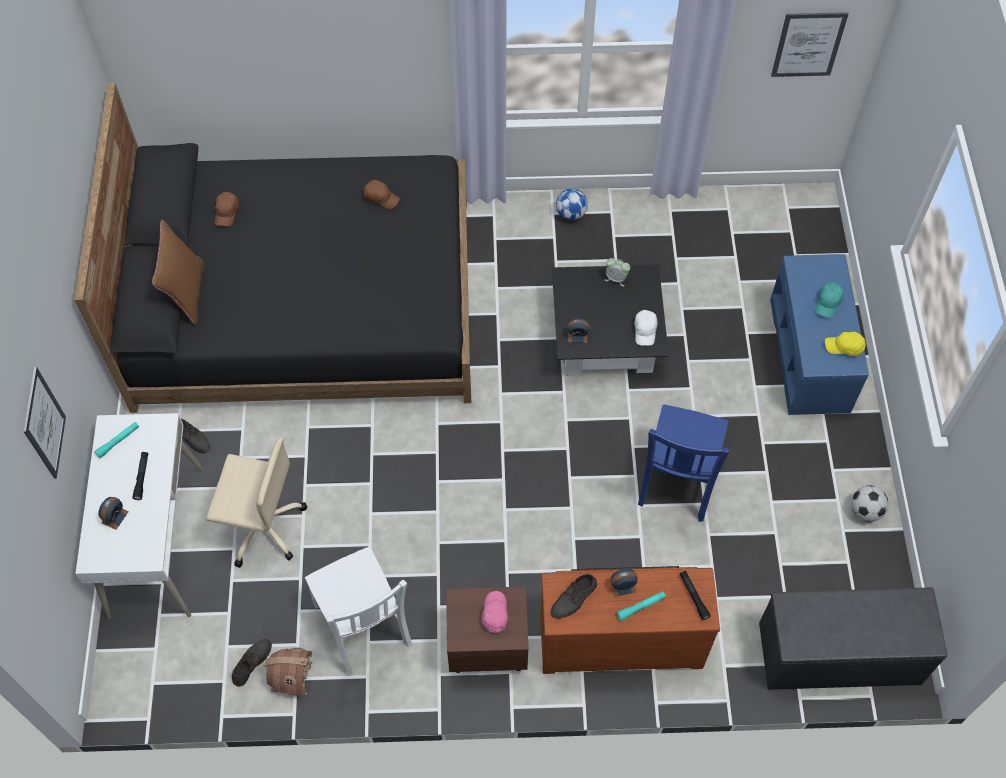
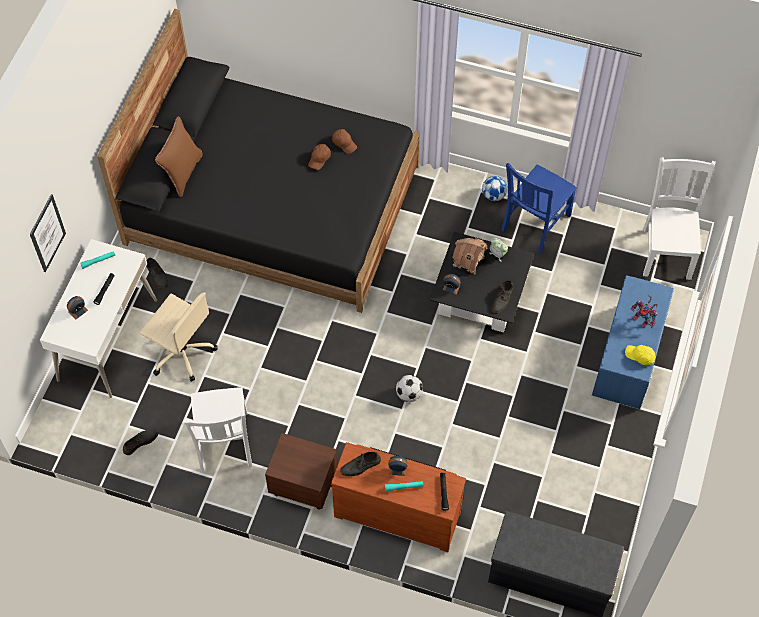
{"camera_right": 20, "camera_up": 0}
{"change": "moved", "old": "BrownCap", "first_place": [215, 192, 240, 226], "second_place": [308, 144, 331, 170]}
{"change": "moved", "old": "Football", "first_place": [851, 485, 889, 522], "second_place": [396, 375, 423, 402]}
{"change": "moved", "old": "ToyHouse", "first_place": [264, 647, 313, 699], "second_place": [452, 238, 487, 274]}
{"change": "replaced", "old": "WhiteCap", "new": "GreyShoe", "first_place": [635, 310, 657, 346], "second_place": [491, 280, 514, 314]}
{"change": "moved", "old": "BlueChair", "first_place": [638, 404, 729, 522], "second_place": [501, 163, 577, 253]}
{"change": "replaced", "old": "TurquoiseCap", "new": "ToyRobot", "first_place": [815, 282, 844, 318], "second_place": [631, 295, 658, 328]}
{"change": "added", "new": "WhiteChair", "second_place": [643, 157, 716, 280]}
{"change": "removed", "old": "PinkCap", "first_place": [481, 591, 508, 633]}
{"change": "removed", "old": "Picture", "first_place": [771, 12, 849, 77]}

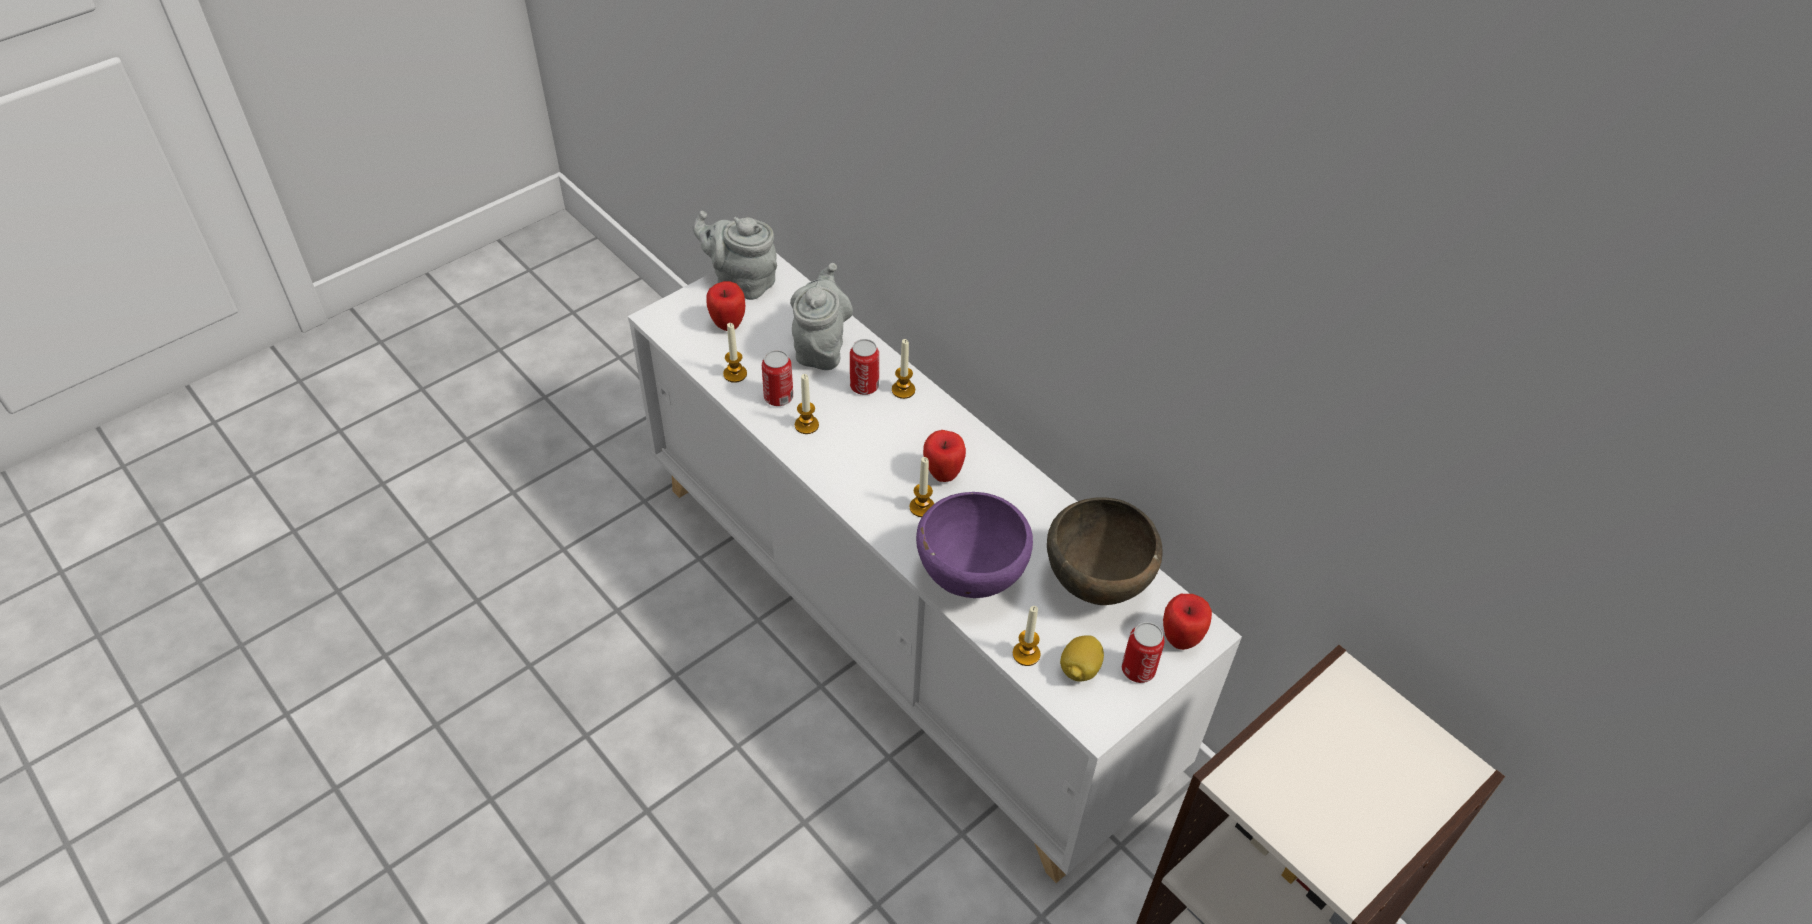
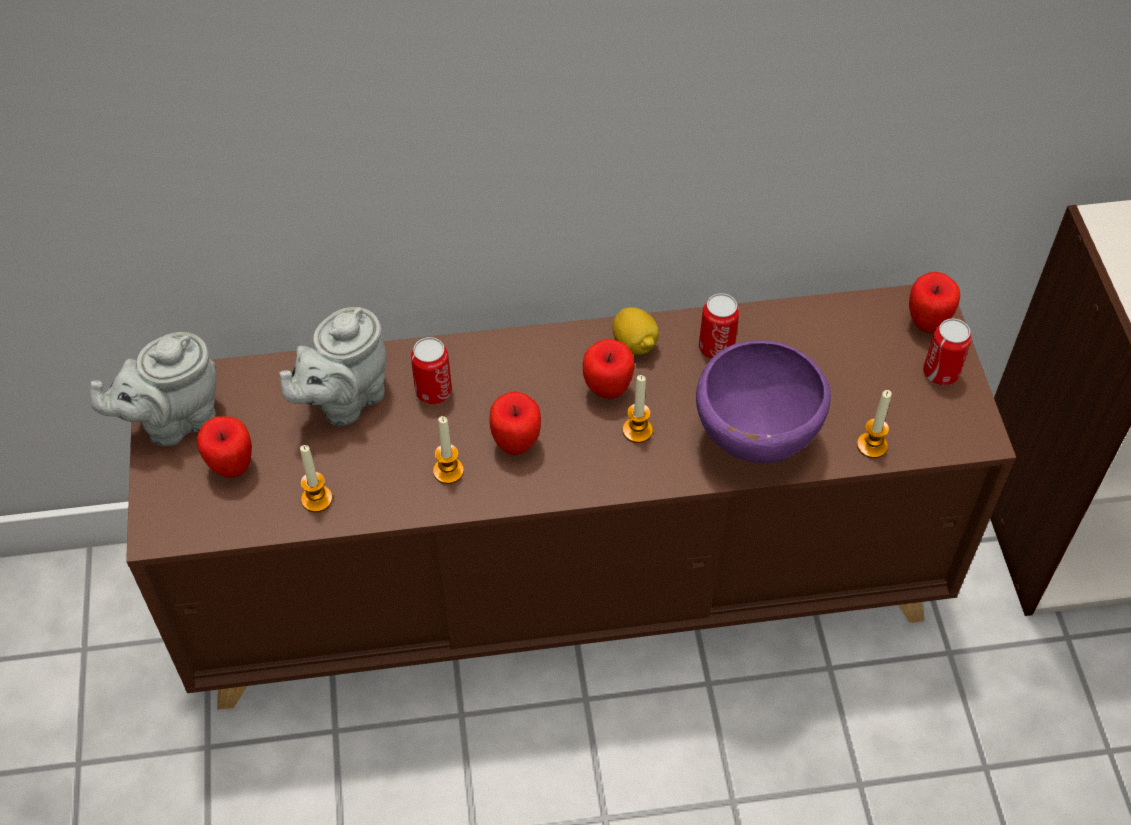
{"camera_right": -55, "camera_up": 5}
{"change": "recoloured", "old": "WhiteCabinet", "new": "BrownCabinet", "first_place": [628, 253, 1242, 883], "second_place": [126, 285, 1016, 710]}
{"change": "turned", "old": "GreyTeapot", "first_place": [790, 263, 853, 370], "second_place": [279, 307, 387, 426], "degrees": -90}
{"change": "added", "new": "Apple", "second_place": [490, 391, 541, 455]}
{"change": "moved", "old": "Lemon", "first_place": [1060, 635, 1104, 681], "second_place": [613, 307, 659, 355]}
{"change": "moved", "old": "Can", "first_place": [762, 350, 793, 406], "second_place": [699, 293, 740, 359]}
{"change": "removed", "old": "Candle", "first_place": [892, 339, 915, 399]}
{"change": "removed", "old": "BrownBowl", "first_place": [1047, 497, 1163, 605]}

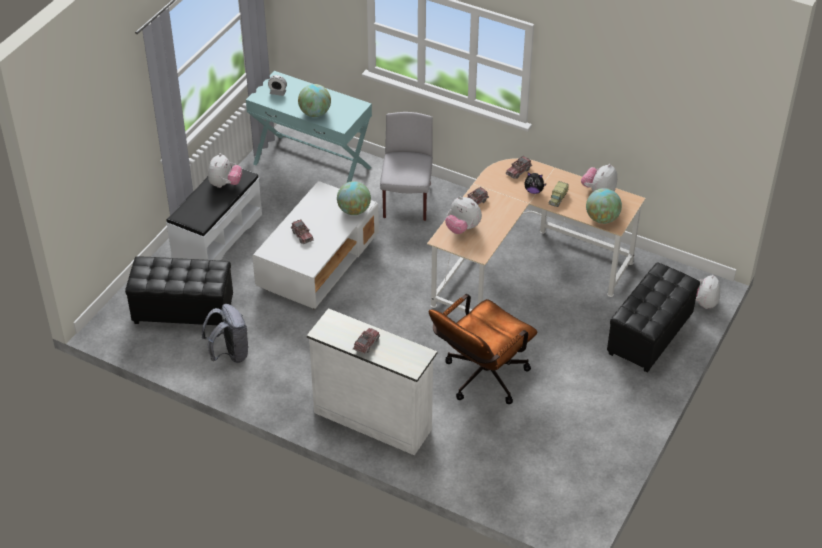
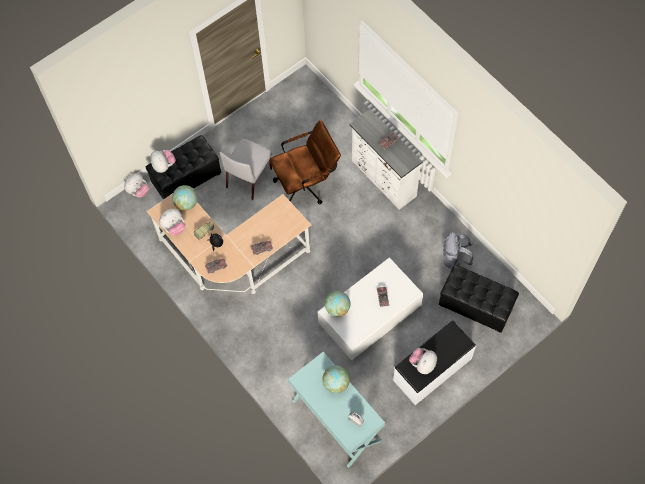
{"camera_right": -155, "camera_up": 20}
{"change": "moved", "old": "PlushToy", "first_place": [445, 196, 482, 234], "second_place": [150, 150, 176, 173]}
{"change": "moved", "old": "GreyChair", "first_place": [380, 112, 433, 221], "second_place": [219, 139, 272, 200]}

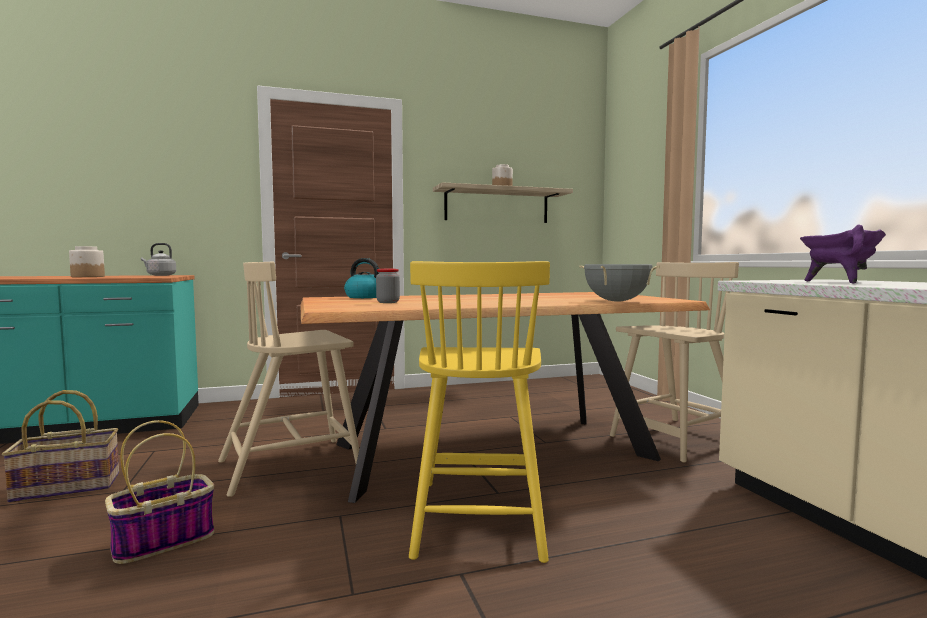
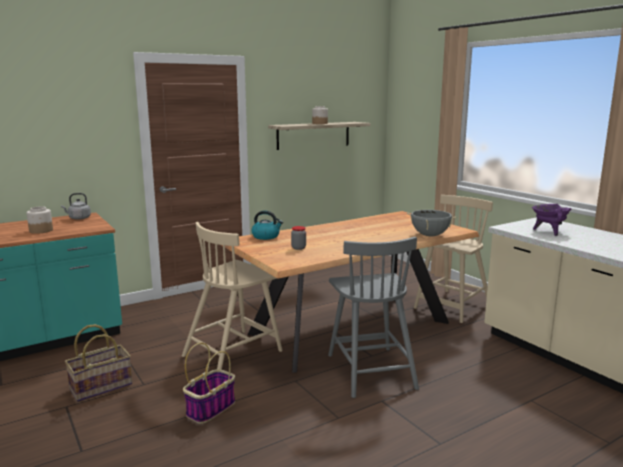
{"camera_right": -15, "camera_up": 10}
{"change": "recoloured", "old": "YellowChair", "new": "GreyChair", "first_place": [409, 261, 550, 563], "second_place": [328, 237, 419, 398]}

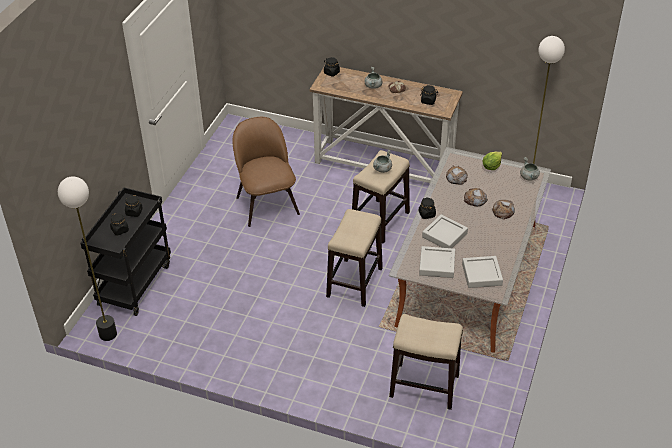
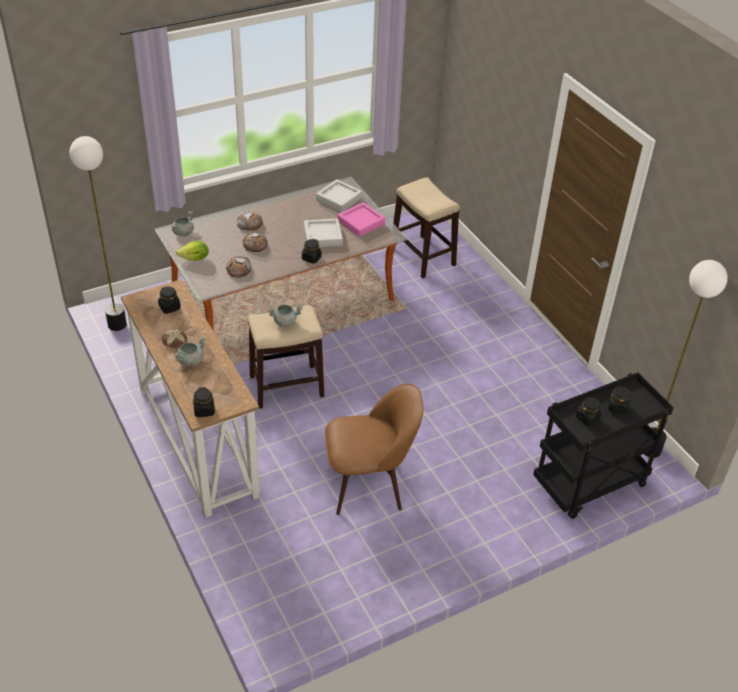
{"camera_right": -140, "camera_up": 0}
{"change": "turned", "old": "BrownChair", "first_place": [232, 117, 300, 227], "second_place": [325, 384, 423, 515], "degrees": -120}
{"change": "recoloured", "old": "GreyTray", "new": "PinkTray", "first_place": [419, 246, 455, 278], "second_place": [337, 202, 385, 237]}
{"change": "removed", "old": "Stool", "first_place": [326, 209, 383, 307]}

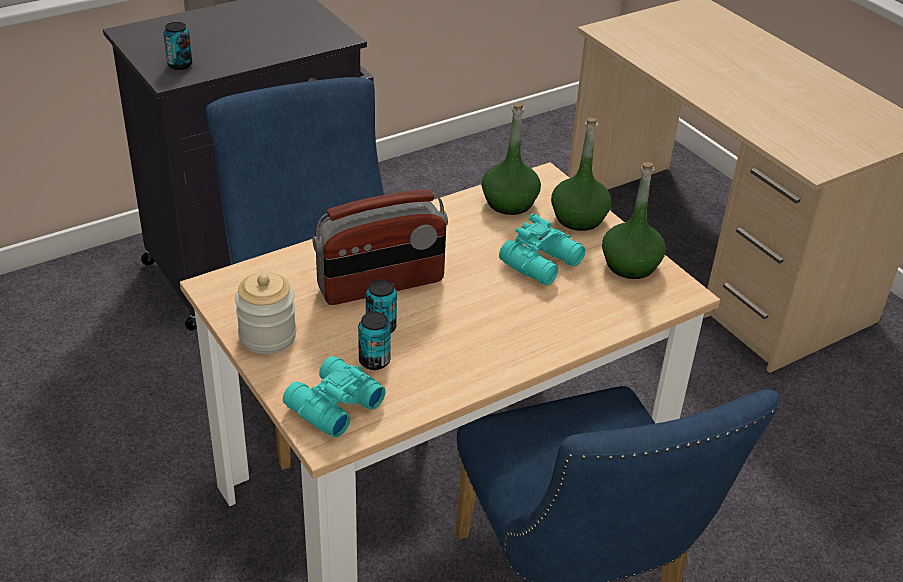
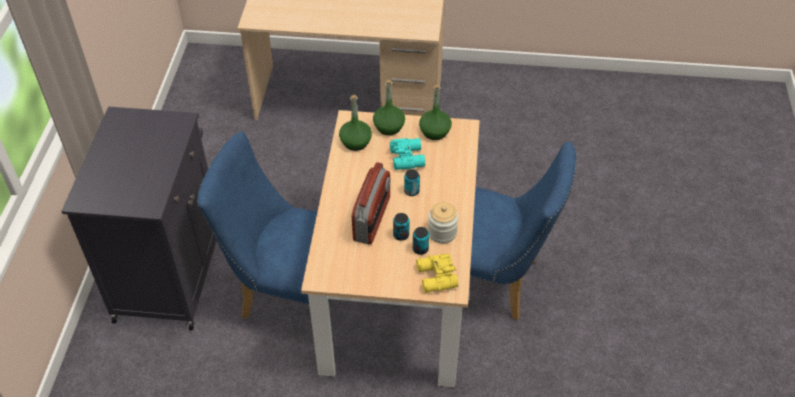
{"camera_right": -50, "camera_up": 10}
{"change": "moved", "old": "Can", "first_place": [163, 22, 192, 70], "second_place": [404, 169, 420, 196]}
{"change": "recoloured", "old": "TurquoiseBinoculars", "new": "YellowBinoculars", "first_place": [283, 356, 386, 437], "second_place": [416, 254, 458, 293]}
{"change": "moved", "old": "Jar", "first_place": [235, 272, 296, 354], "second_place": [428, 202, 459, 243]}

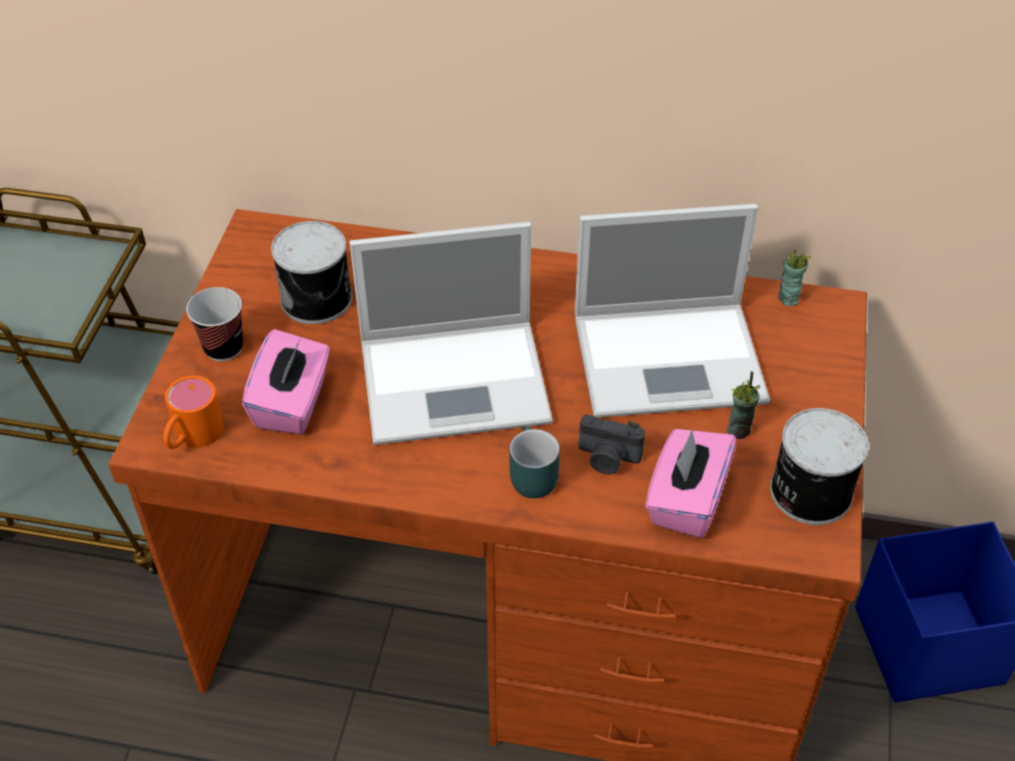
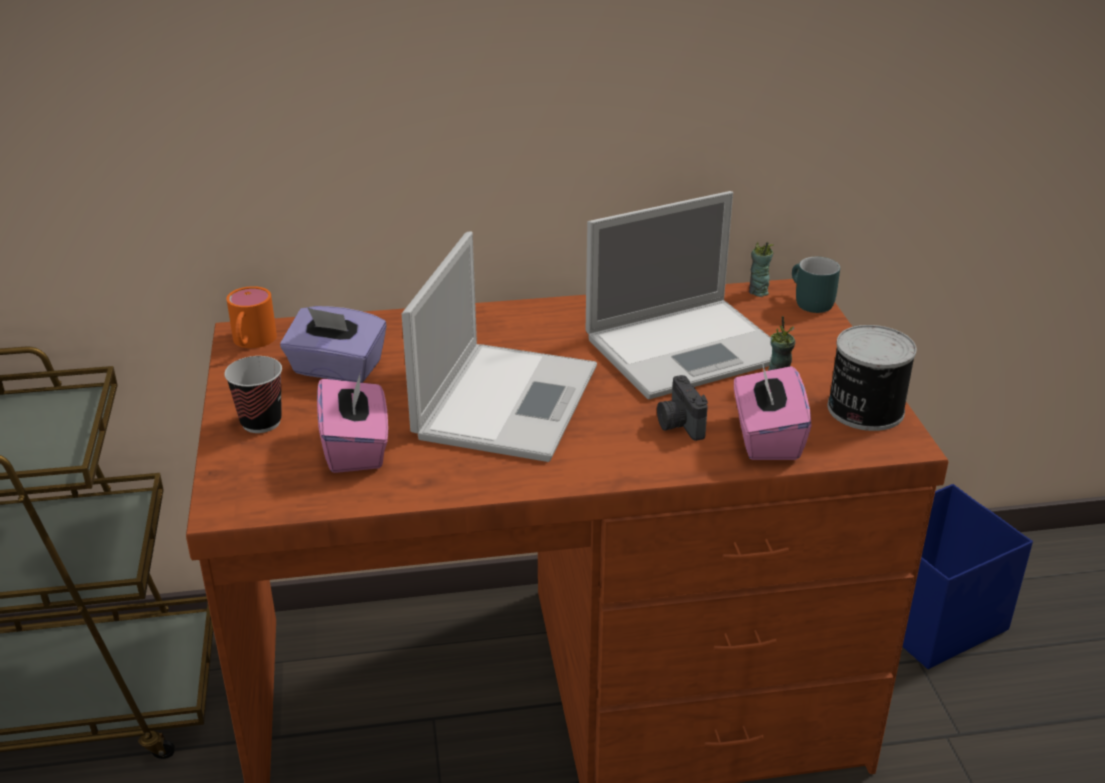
{"camera_right": -20, "camera_up": -15}
{"change": "moved", "old": "OrangeMug", "first_place": [163, 376, 224, 449], "second_place": [226, 286, 277, 348]}
{"change": "replaced", "old": "Can", "new": "PurpleTissueBox", "first_place": [271, 221, 352, 324], "second_place": [280, 306, 387, 383]}
{"change": "turned", "old": "Laptop", "first_place": [349, 222, 553, 445], "second_place": [402, 231, 597, 462], "degrees": -45}
{"change": "turned", "old": "PhotoCamera", "first_place": [579, 415, 645, 474], "second_place": [657, 375, 708, 441], "degrees": 75}
{"change": "moved", "old": "TurquoiseMug", "first_place": [509, 427, 560, 498], "second_place": [792, 257, 840, 313]}

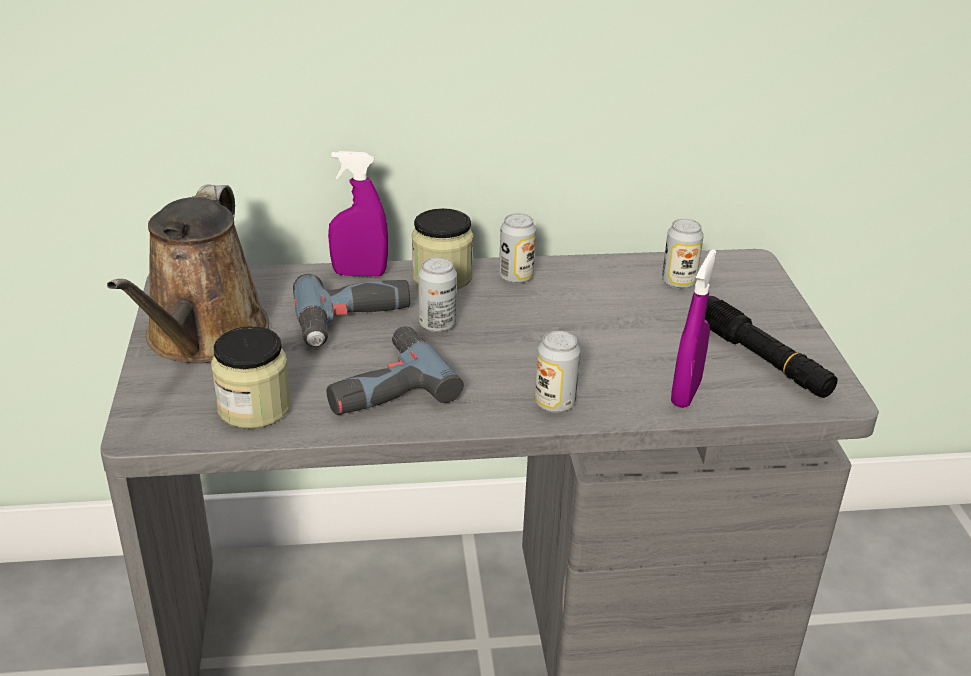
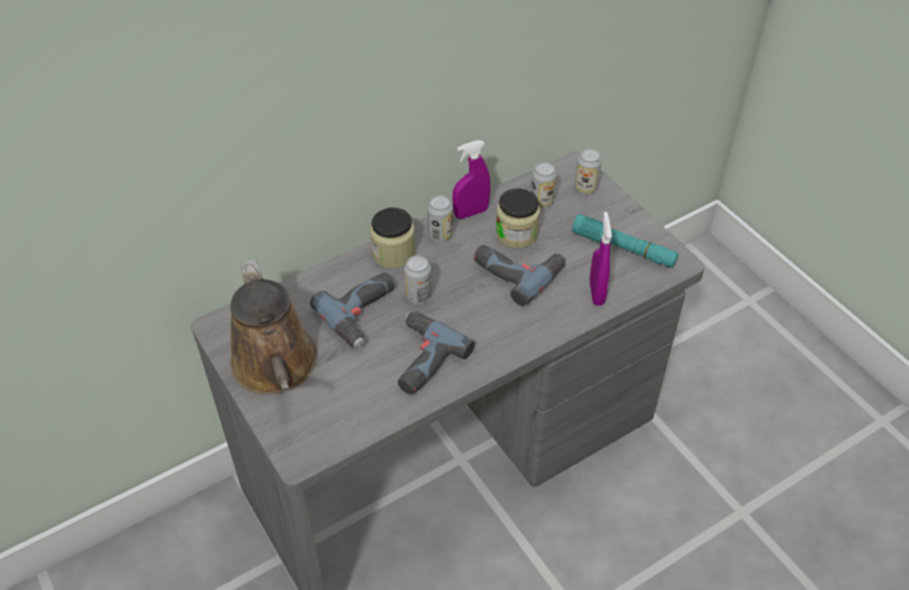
{"camera_right": -25, "camera_up": 15}
{"change": "moved", "old": "PurpleSprayBottle", "first_place": [328, 151, 388, 276], "second_place": [452, 140, 490, 219]}
{"change": "added", "new": "PowerDrill", "second_place": [474, 245, 565, 306]}
{"change": "moved", "old": "Jar", "first_place": [211, 326, 291, 429], "second_place": [496, 188, 540, 249]}
{"change": "recoloured", "old": "BlackFlashlight", "new": "TurquoiseFlashlight", "first_place": [705, 296, 838, 398], "second_place": [572, 214, 678, 268]}
{"change": "moved", "old": "Can", "first_place": [535, 331, 580, 413], "second_place": [575, 149, 602, 194]}

